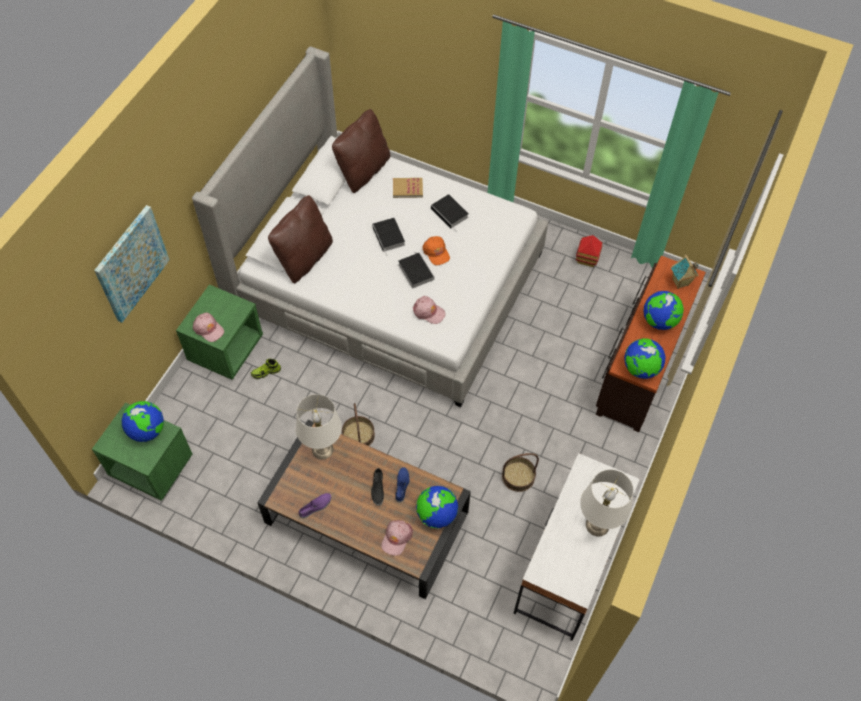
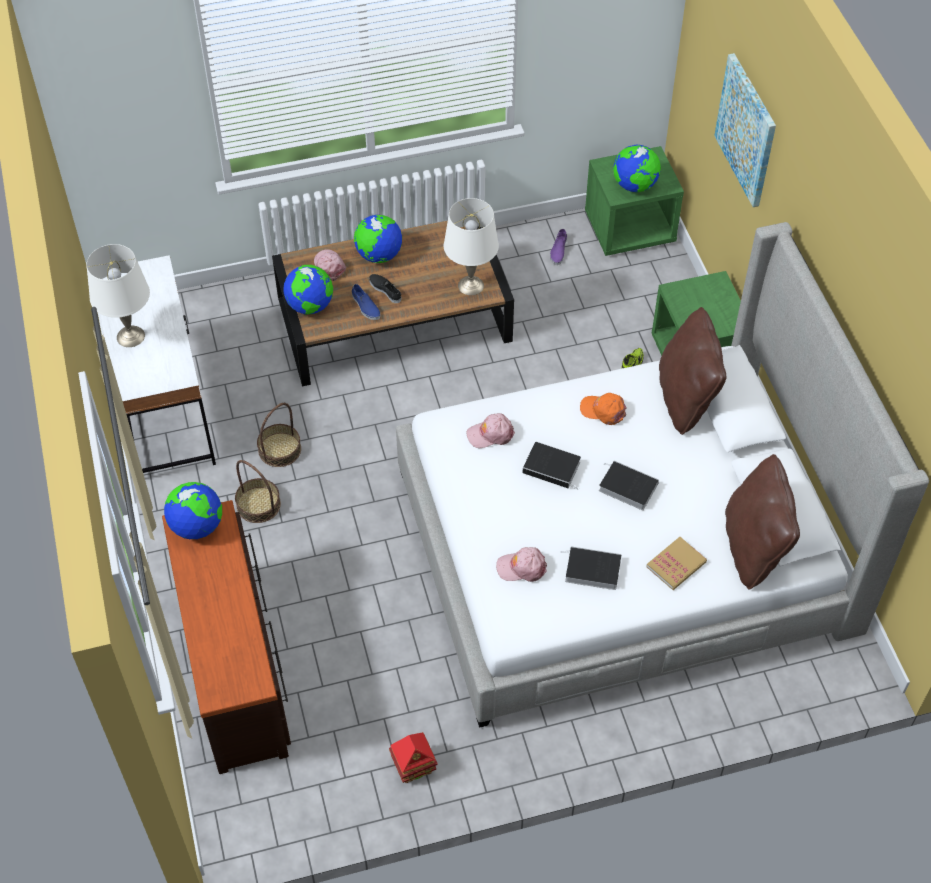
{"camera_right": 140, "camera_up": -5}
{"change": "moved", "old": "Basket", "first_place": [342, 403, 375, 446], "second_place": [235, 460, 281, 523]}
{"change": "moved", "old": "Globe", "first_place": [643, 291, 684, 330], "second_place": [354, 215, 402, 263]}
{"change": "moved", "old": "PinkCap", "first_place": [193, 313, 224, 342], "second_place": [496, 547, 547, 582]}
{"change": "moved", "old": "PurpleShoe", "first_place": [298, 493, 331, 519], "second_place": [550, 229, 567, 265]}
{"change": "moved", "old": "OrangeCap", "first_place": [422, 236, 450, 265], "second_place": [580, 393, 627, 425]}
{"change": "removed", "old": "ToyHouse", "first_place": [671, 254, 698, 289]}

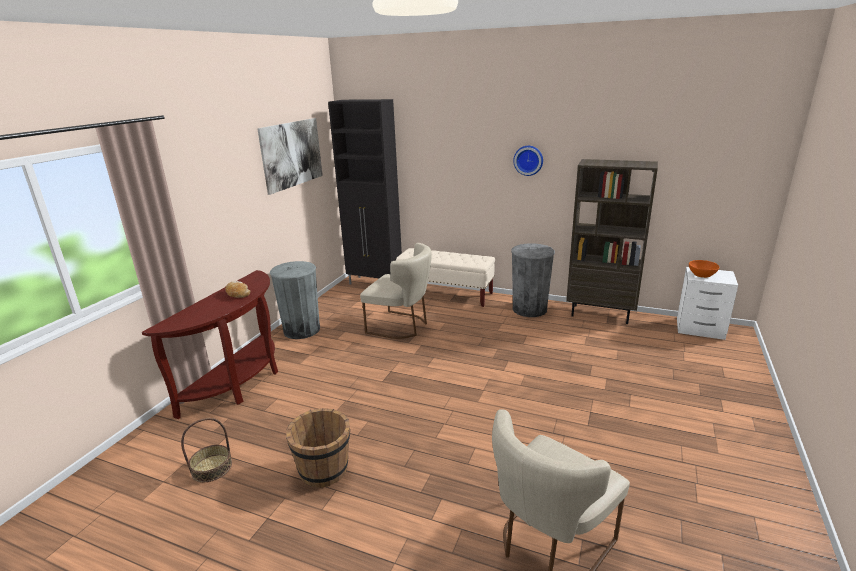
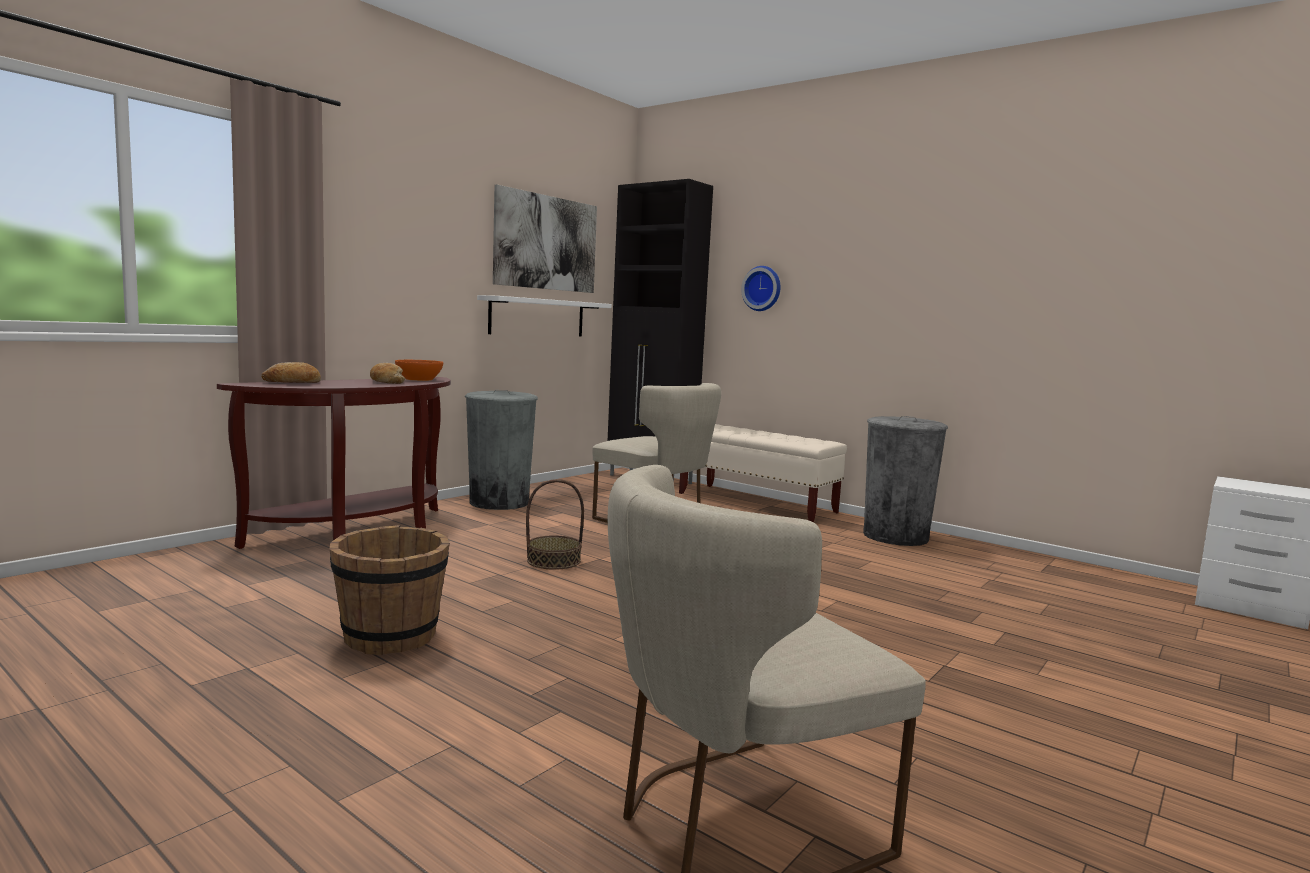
{"camera_right": 15, "camera_up": -15}
{"change": "added", "new": "Bread", "second_place": [261, 362, 321, 383]}
{"change": "moved", "old": "OrangeBowl", "first_place": [689, 260, 720, 278], "second_place": [395, 360, 443, 381]}
{"change": "added", "new": "WhiteShelf", "second_place": [477, 295, 612, 336]}
{"change": "moved", "old": "Basket", "first_place": [181, 418, 232, 482], "second_place": [526, 479, 584, 570]}
{"change": "moved", "old": "WallClock", "first_place": [513, 146, 543, 176], "second_place": [741, 266, 781, 311]}
{"change": "removed", "old": "BrownBookcase", "first_place": [566, 159, 658, 324]}

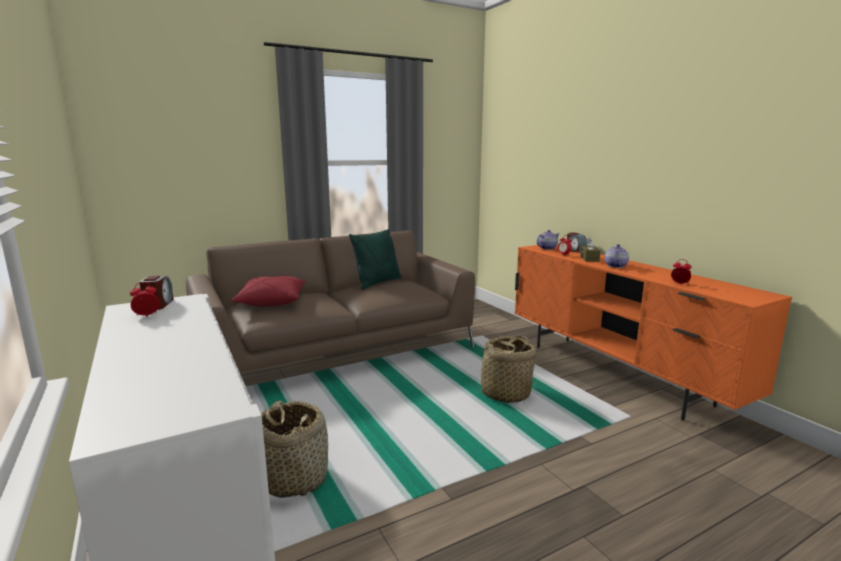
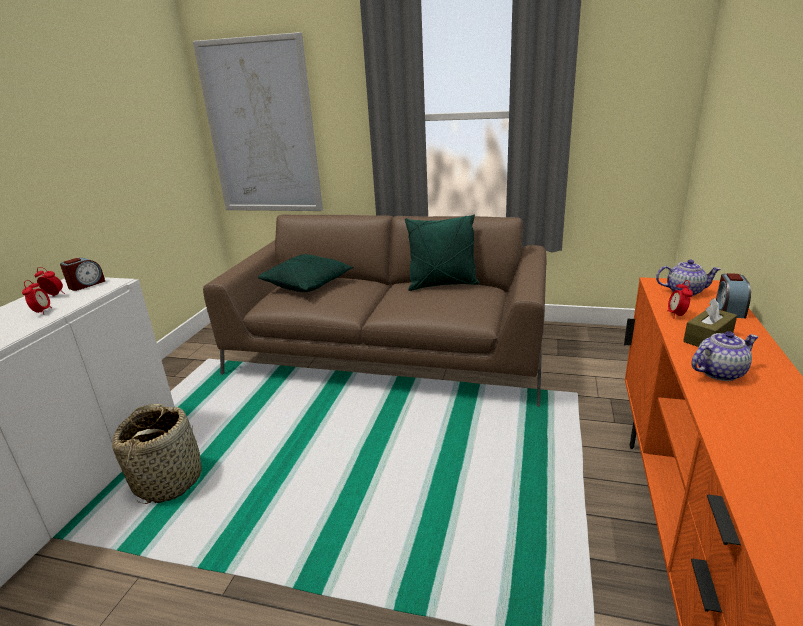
{"camera_right": 45, "camera_up": 10}
{"change": "moved", "old": "AlarmClock", "first_place": [671, 259, 692, 284], "second_place": [22, 280, 52, 315]}
{"change": "added", "new": "Picture", "second_place": [193, 32, 323, 211]}
{"change": "recoloured", "old": "RedPillow", "new": "GreenPillow", "first_place": [231, 276, 306, 306], "second_place": [258, 254, 353, 292]}
{"change": "removed", "old": "Basket", "first_place": [470, 336, 537, 403]}

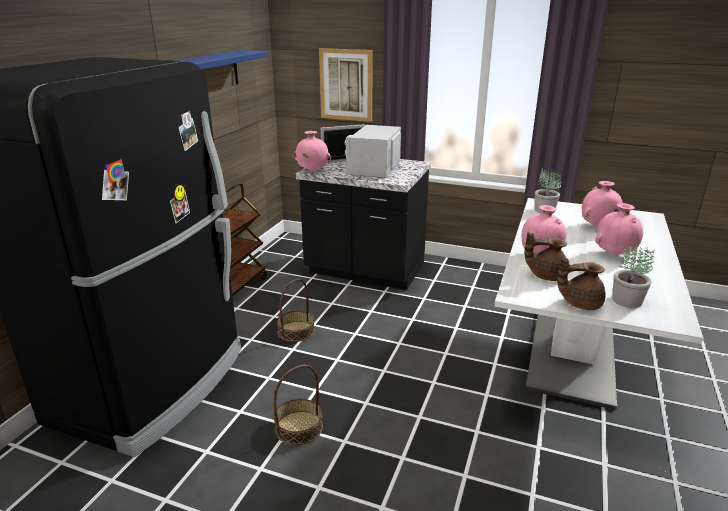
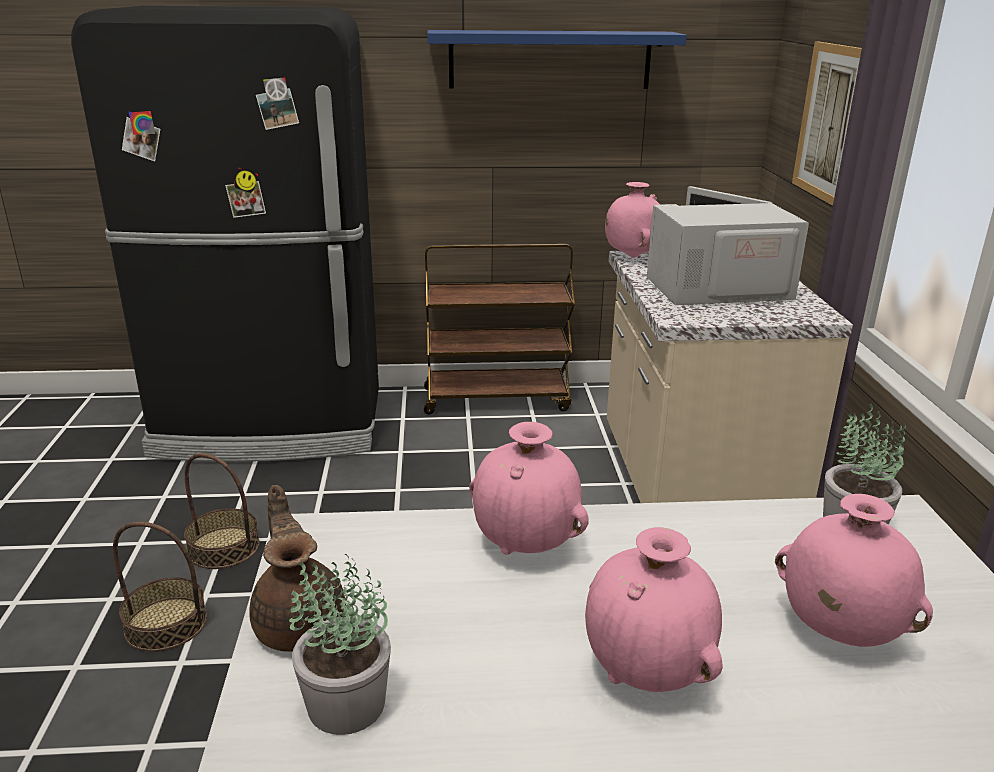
{"camera_right": 65, "camera_up": 0}
{"change": "moved", "old": "Basket", "first_place": [277, 279, 315, 342], "second_place": [113, 522, 207, 652]}
{"change": "recoloured", "old": "BlackCounter", "new": "BeigeCounter", "first_place": [296, 159, 431, 290], "second_place": [607, 251, 853, 503]}
{"change": "removed", "old": "BrownTeapot", "first_place": [525, 232, 567, 281]}

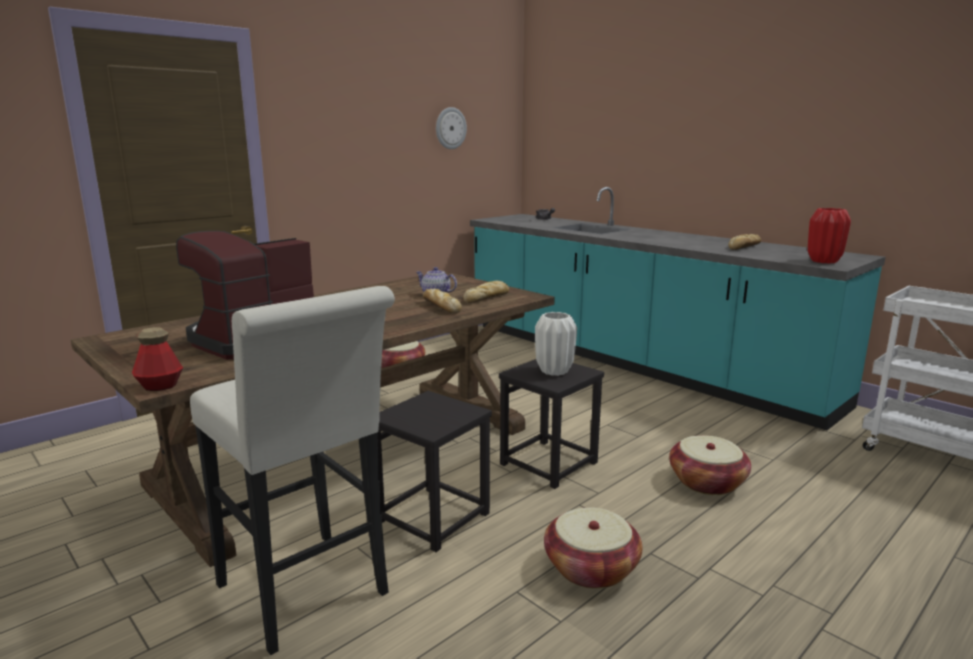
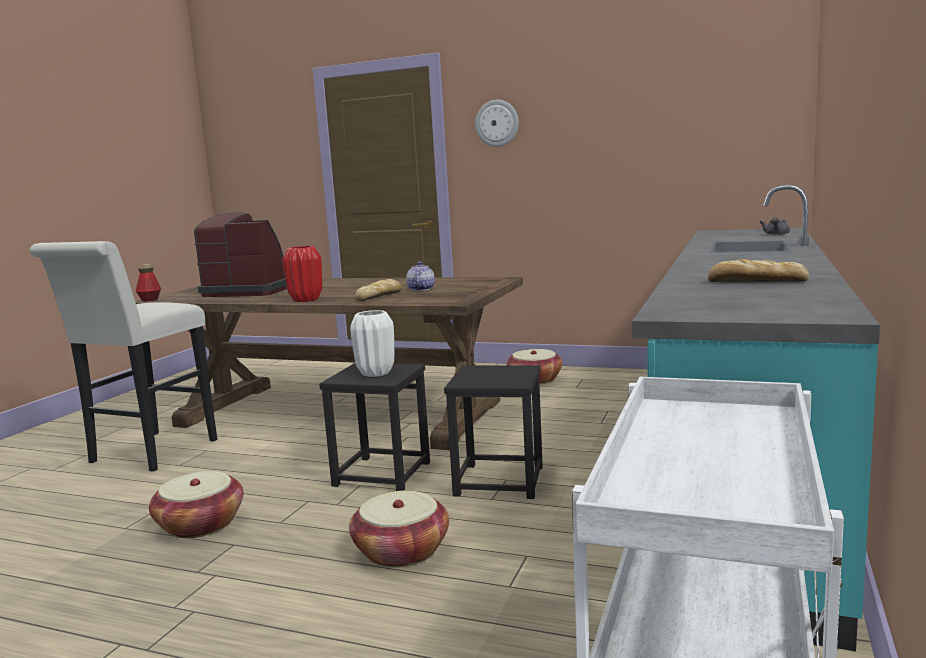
{"camera_right": 65, "camera_up": -5}
{"change": "moved", "old": "RedVase", "first_place": [808, 208, 851, 264], "second_place": [282, 246, 322, 302]}
{"change": "moved", "old": "BlackStool", "first_place": [377, 391, 492, 552], "second_place": [444, 365, 543, 499]}
{"change": "moved", "old": "WallClock", "first_place": [436, 107, 467, 149], "second_place": [475, 100, 519, 147]}
{"change": "removed", "old": "Bread", "first_place": [463, 280, 509, 303]}

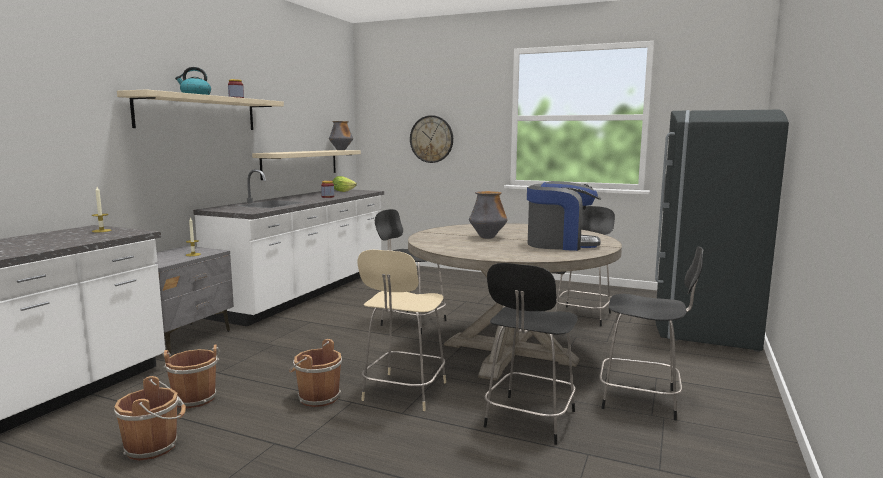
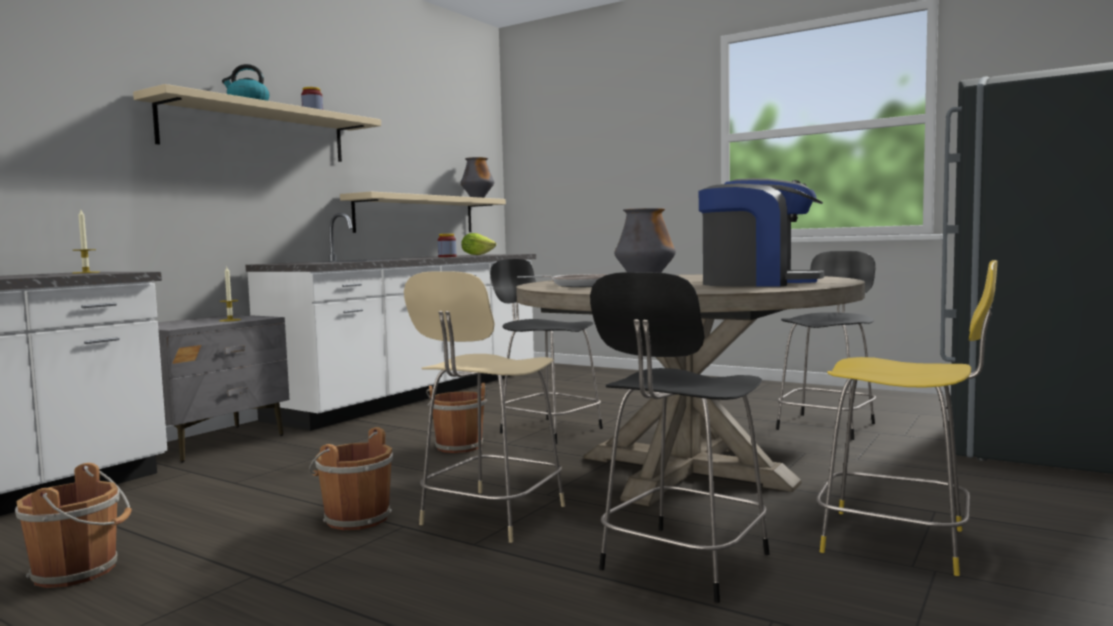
{"camera_right": 10, "camera_up": -5}
{"change": "moved", "old": "BrownBucket", "first_place": [163, 344, 220, 408], "second_place": [426, 383, 487, 453]}
{"change": "added", "new": "FryingPan", "second_place": [517, 274, 608, 287]}
{"change": "recoloured", "old": "BlackChair", "new": "YellowChair", "first_place": [599, 247, 703, 420], "second_place": [816, 260, 998, 576]}
{"change": "removed", "old": "WallClock", "first_place": [410, 115, 453, 163]}

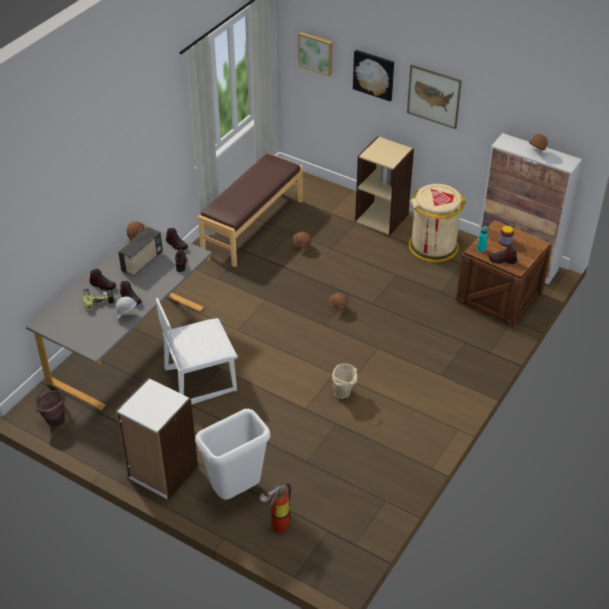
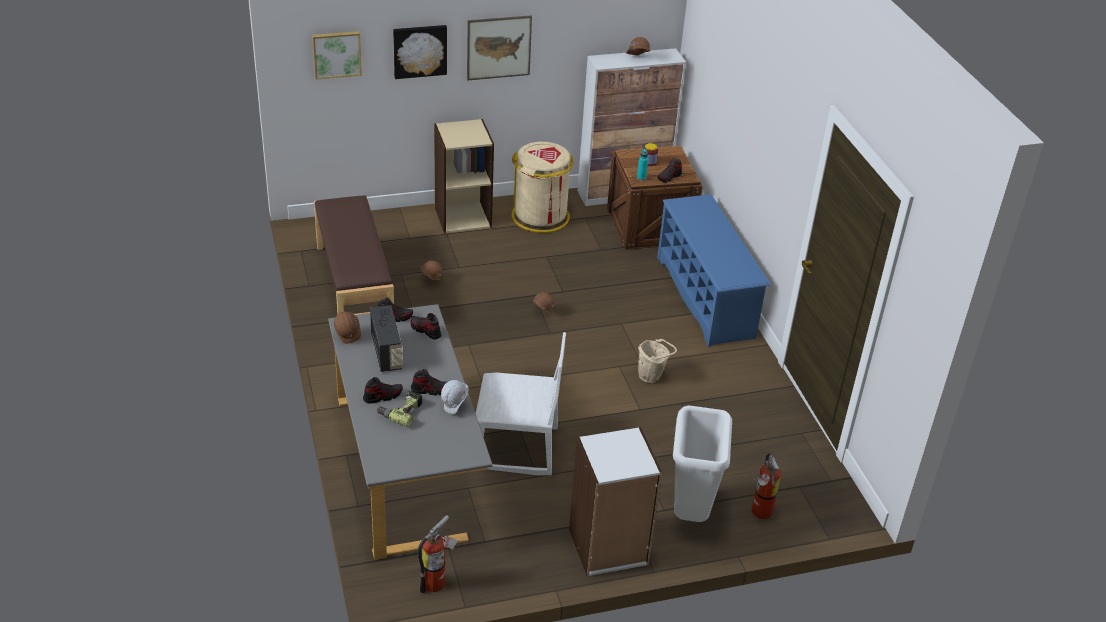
{"camera_right": -50, "camera_up": -5}
{"change": "replaced", "old": "BrownBucket", "new": "FireExtinguisher", "first_place": [35, 384, 65, 428], "second_place": [418, 515, 458, 593]}
{"change": "turned", "old": "WhiteChair", "first_place": [156, 298, 238, 404], "second_place": [475, 332, 566, 475], "degrees": -105}
{"change": "added", "new": "BlueShoeRack", "second_place": [657, 194, 770, 347]}

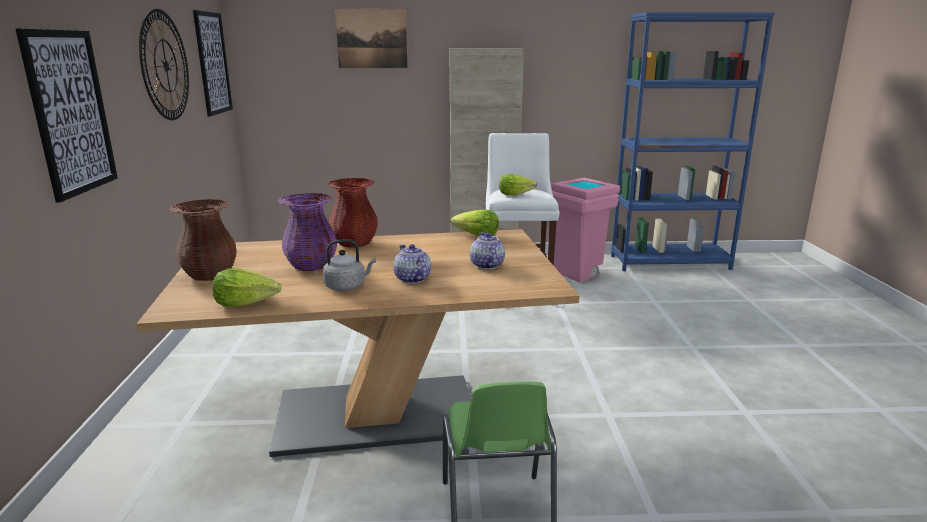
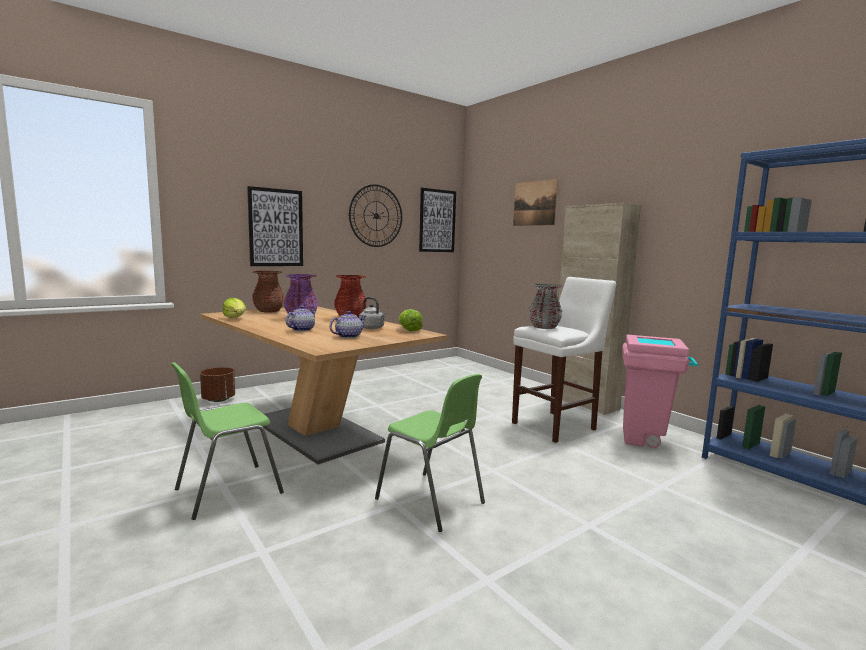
{"camera_right": 55, "camera_up": -10}
{"change": "added", "new": "BrownPlanter", "second_place": [200, 367, 235, 402]}
{"change": "moved", "old": "GreyKettle", "first_place": [323, 239, 376, 291], "second_place": [359, 297, 386, 329]}
{"change": "added", "new": "GreenChair", "second_place": [375, 374, 485, 532]}
{"change": "replaced", "old": "Lettuce", "new": "GreyVase", "first_place": [499, 174, 537, 195], "second_place": [529, 284, 563, 329]}

